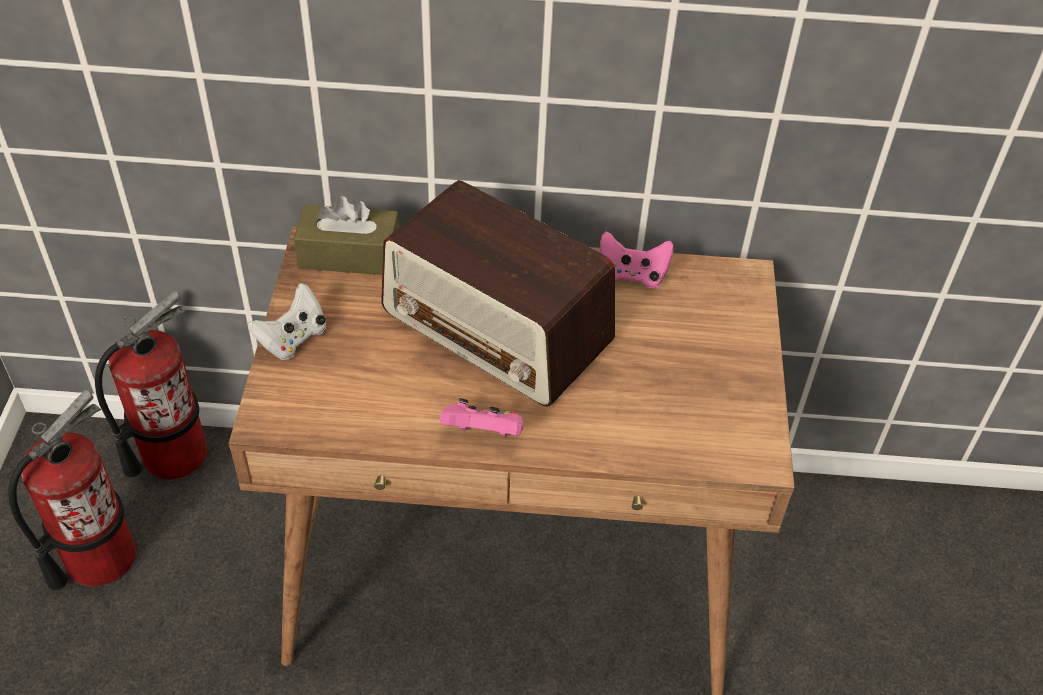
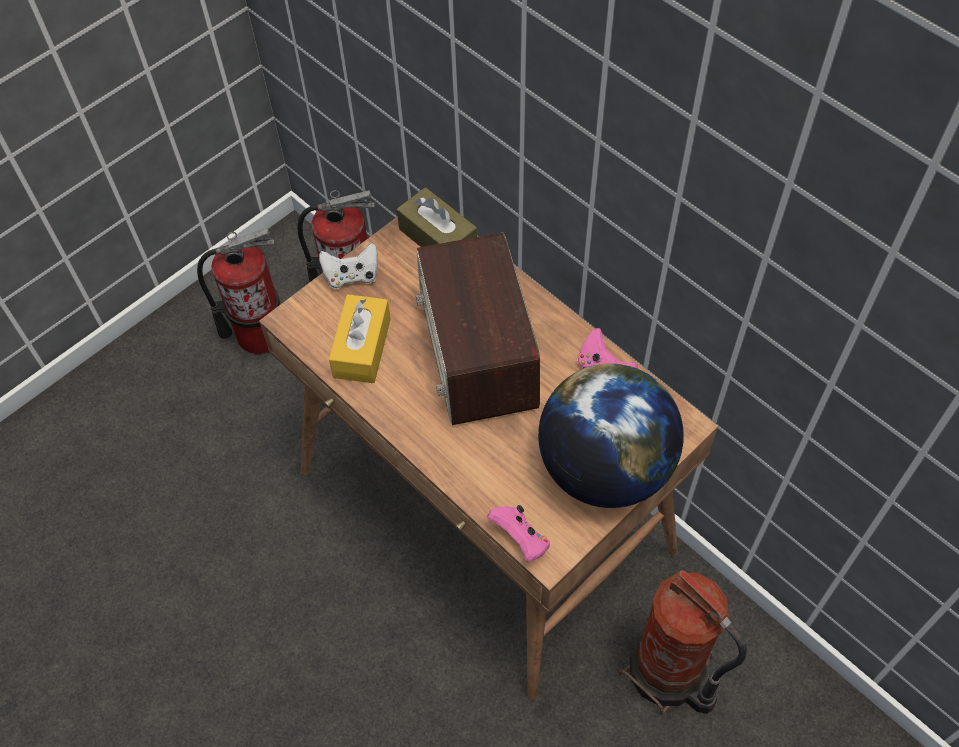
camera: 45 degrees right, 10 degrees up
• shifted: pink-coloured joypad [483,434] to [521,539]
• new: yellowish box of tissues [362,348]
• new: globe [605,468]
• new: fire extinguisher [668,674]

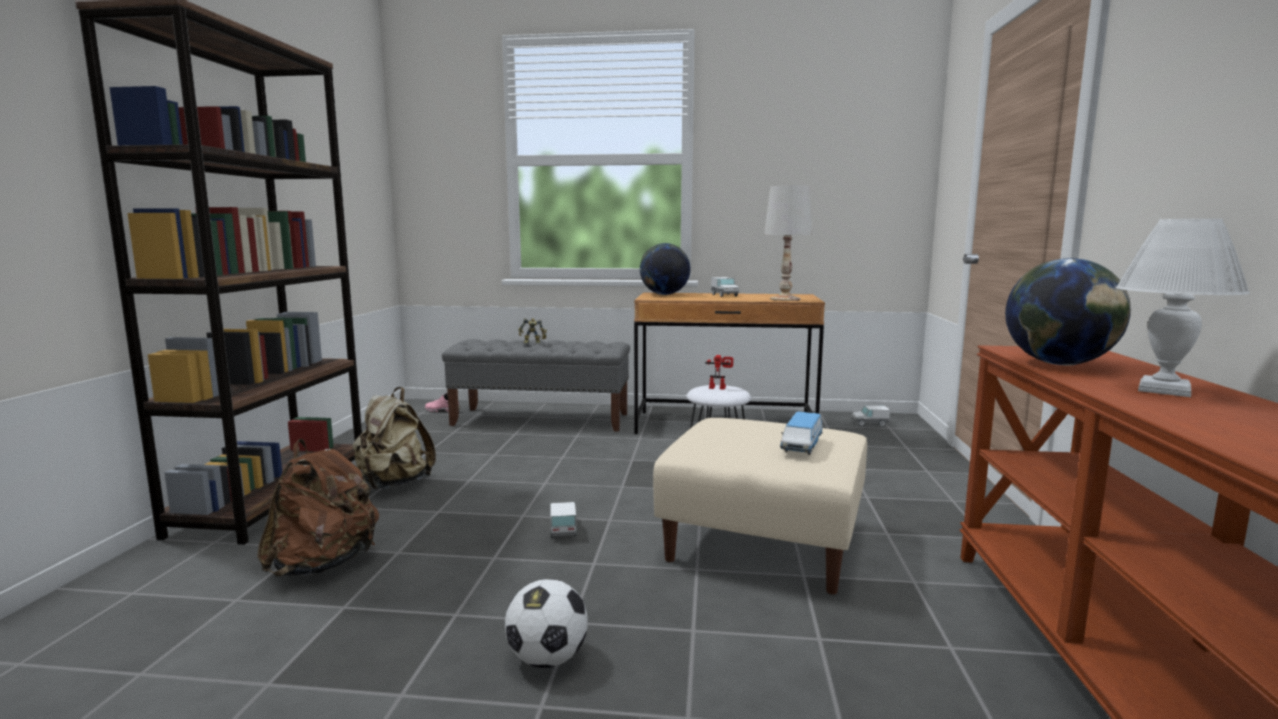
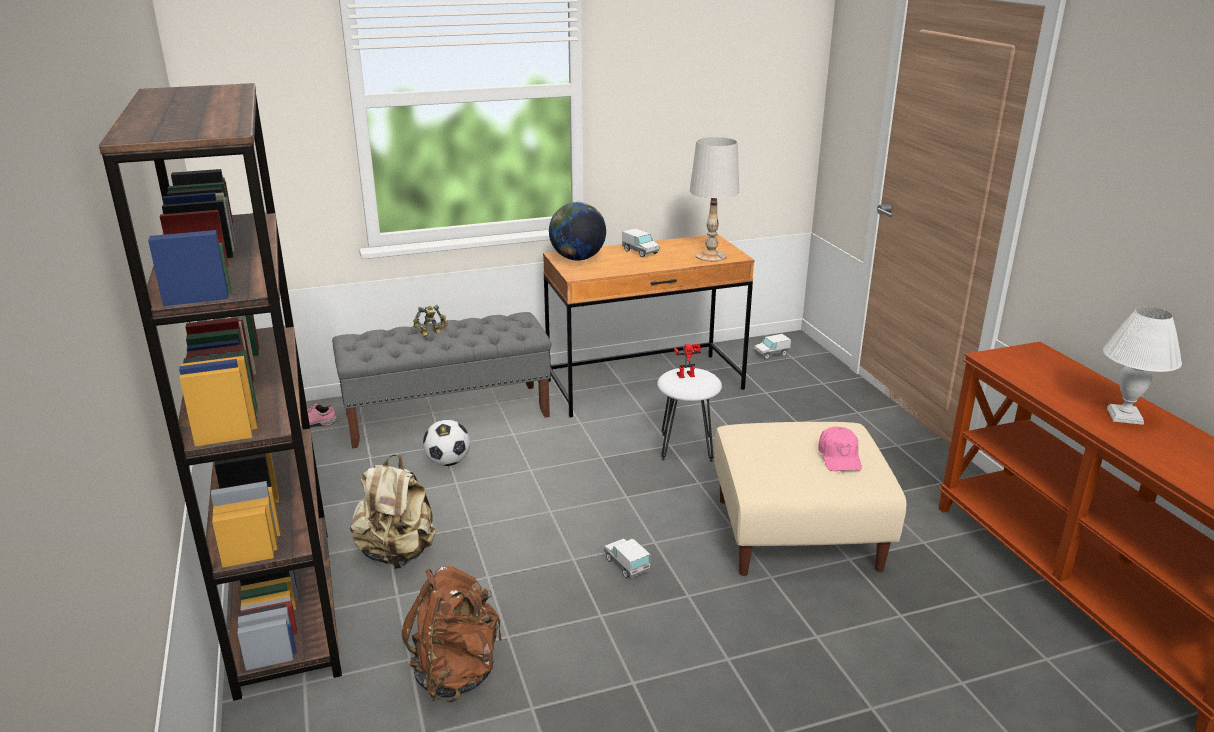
camera: 25 degrees left, 15 degrees up
• gone: globe [1059,364]
• swapped: miniature car [801,447] to pink-coloured cap [839,457]
• shifted: football ball [547,659] to [448,462]

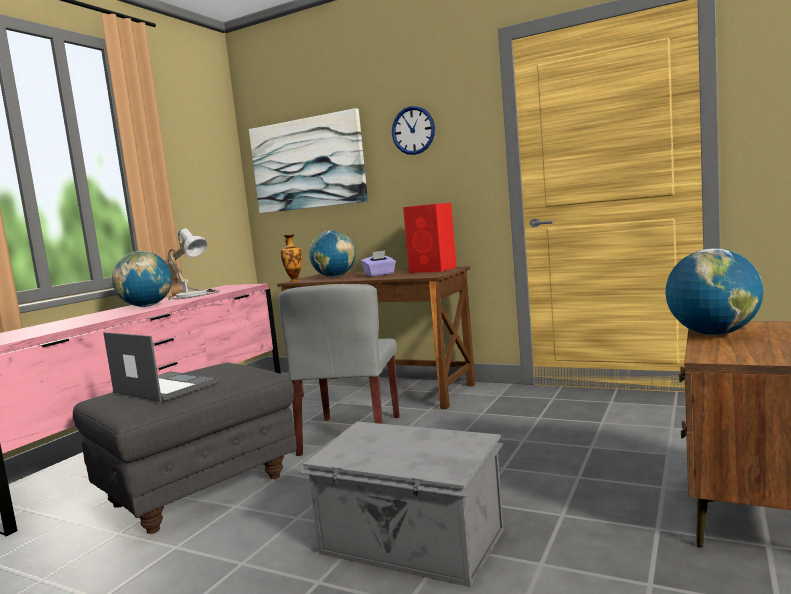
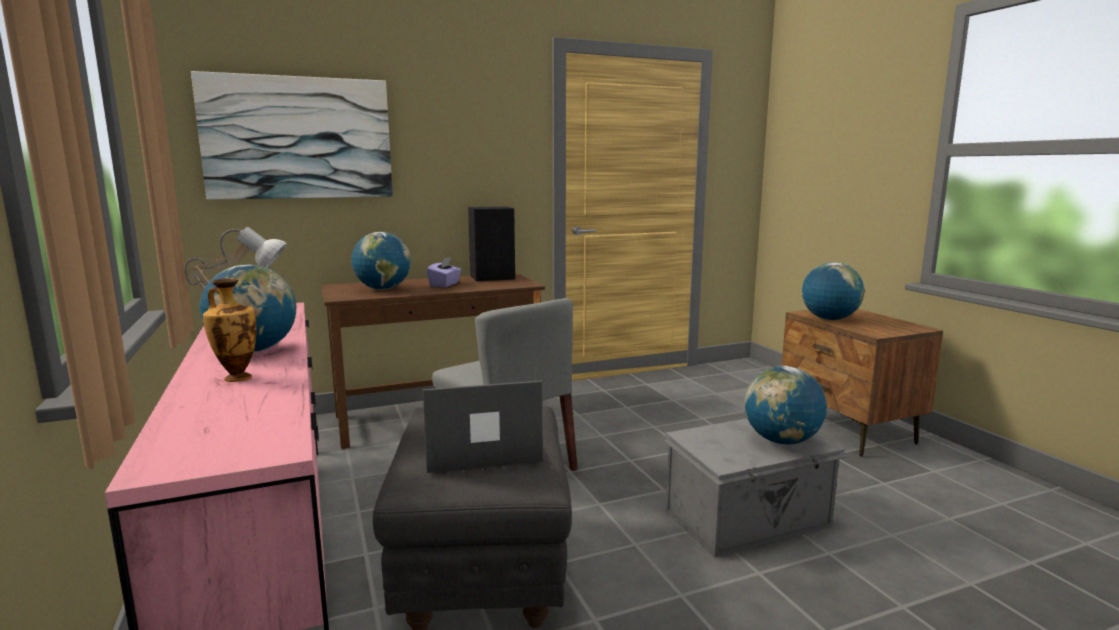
camera: 50 degrees left, 5 degrees up
• gone: hanging clock [413,130]
• repainted: red speaker [434,270] to blackish speaker [493,277]
• shifted: flower vase [294,281] to [237,377]
• new: globe [781,441]

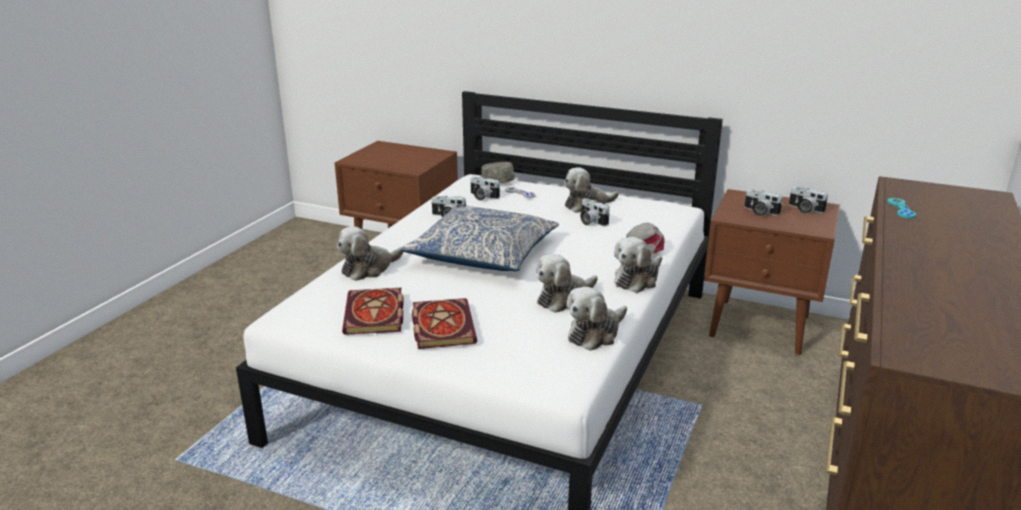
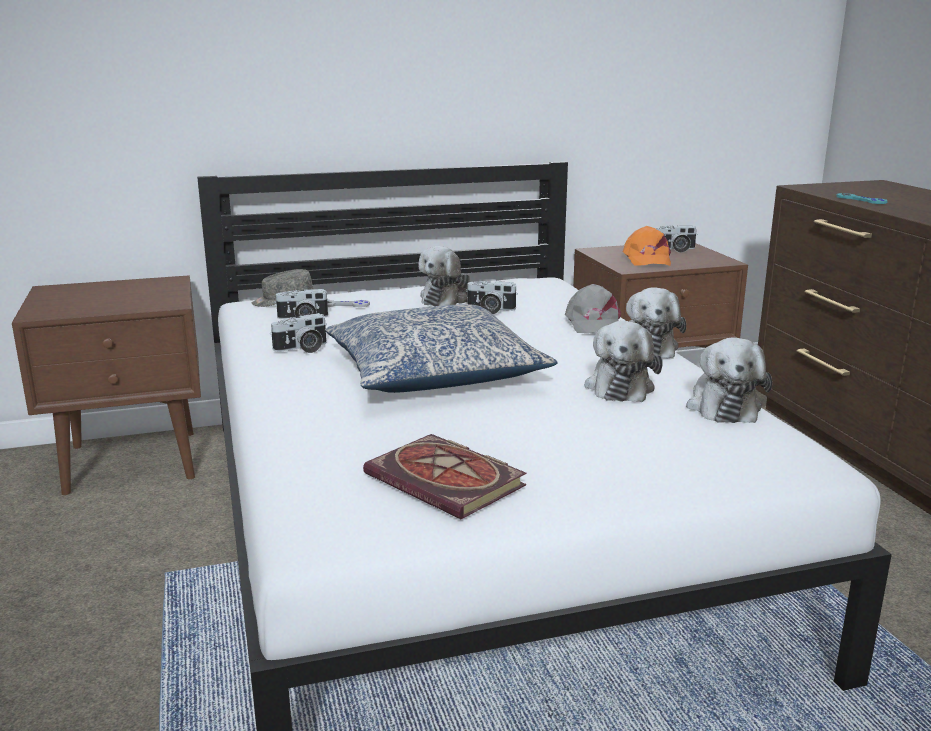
camera: 40 degrees left, 5 degrees down
• swapped: still camera [760,212] to orange cap [646,259]
• gone: plush toy [369,268]
• gone: volume [441,325]

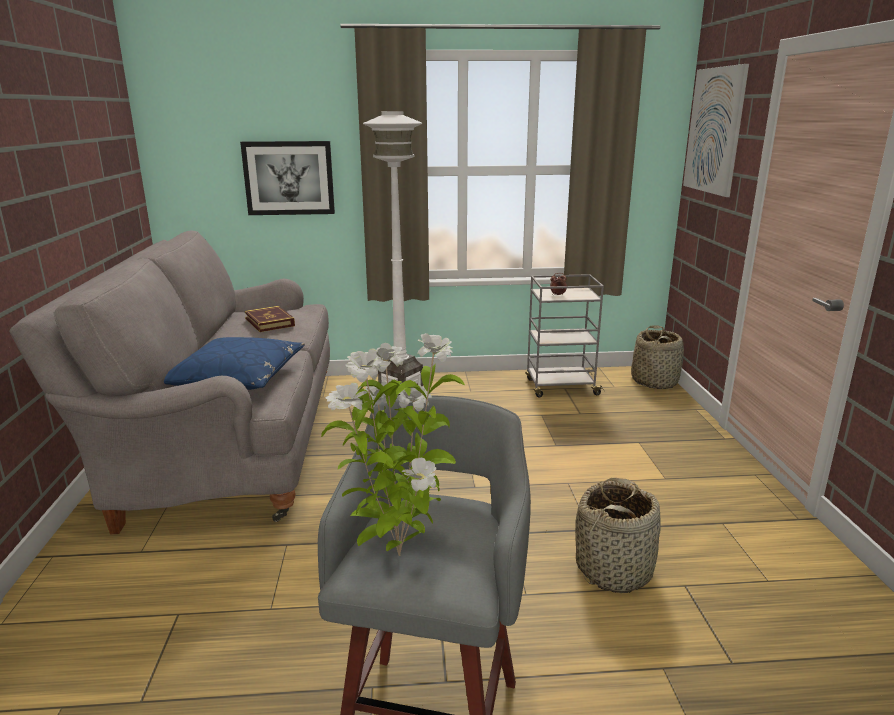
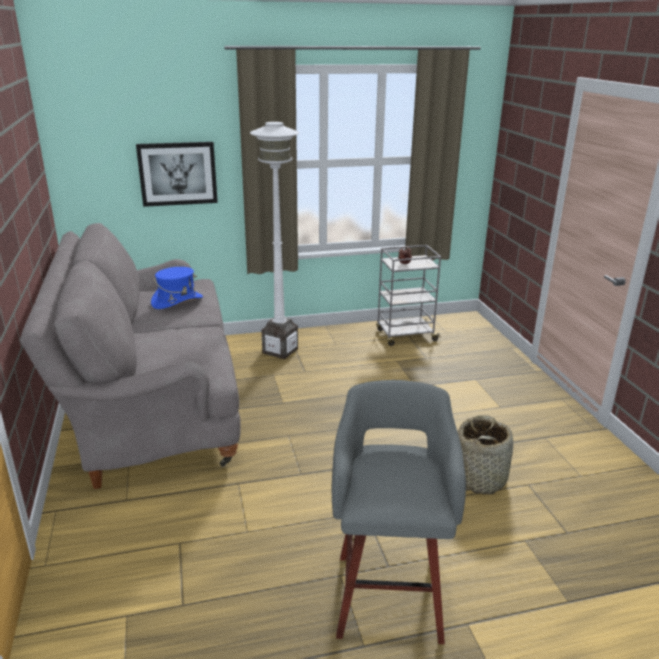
camera: 10 degrees left, 5 degrees up
• gone: wall picture [714,131]
• swapped: volume [269,322] to bluish hat [177,301]
• gone: storage basket [654,381]
• gone: potted plant [398,553]
• gone: bluish throw pillow [237,377]

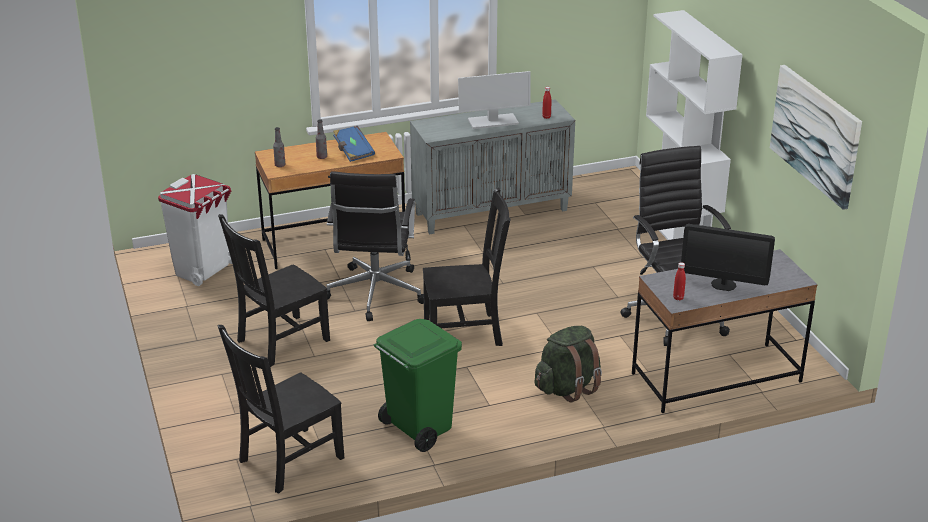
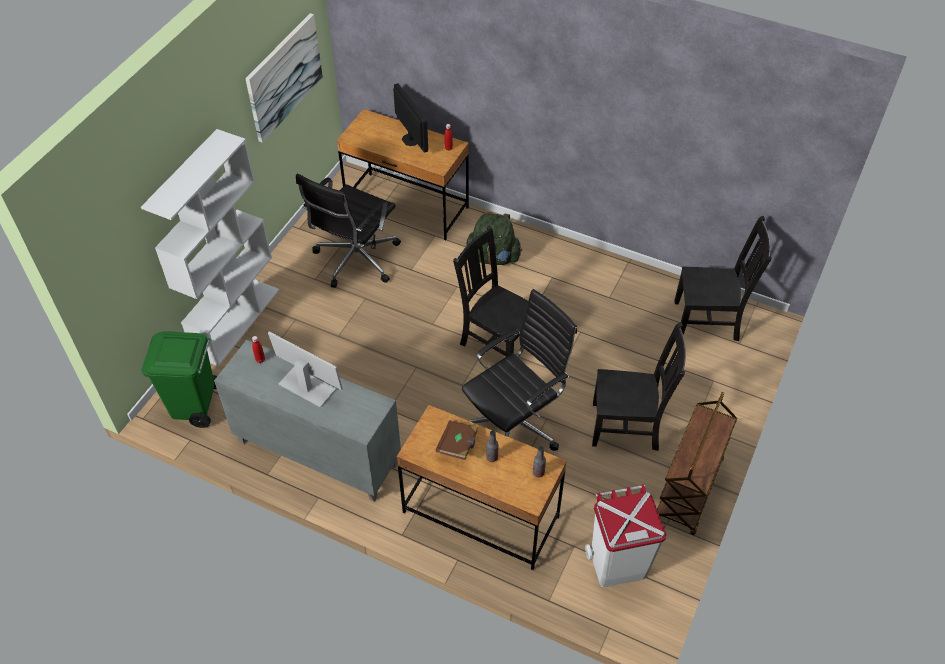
camera: 135 degrees left, 20 degrees up
• repainted: bluish volume [353,151] to brown volume [458,445]
• repainted: grey desk table [716,378] to brown desk table [407,206]
• shifted: green rubbish bin [418,429] to [195,406]
• new: brown trolley [689,490]

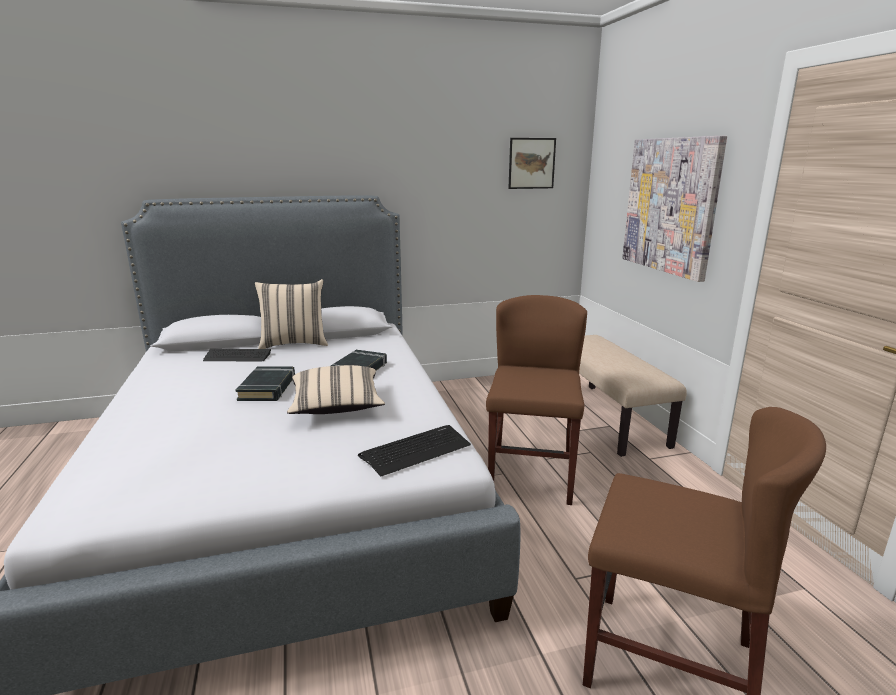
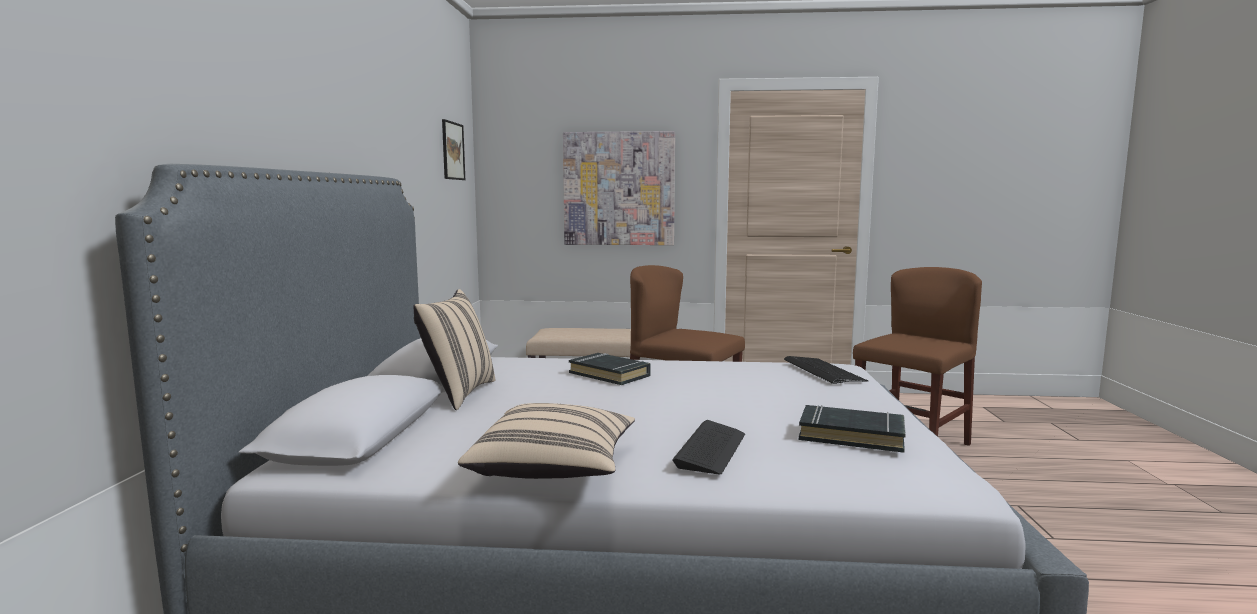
camera: 70 degrees left, 10 degrees down
• shifted: PC keyboard [237,357] to [711,449]
• shifted: sand-coloured throw pillow [336,407] to [554,469]
• shifted: blackish volume [268,388] to [851,435]

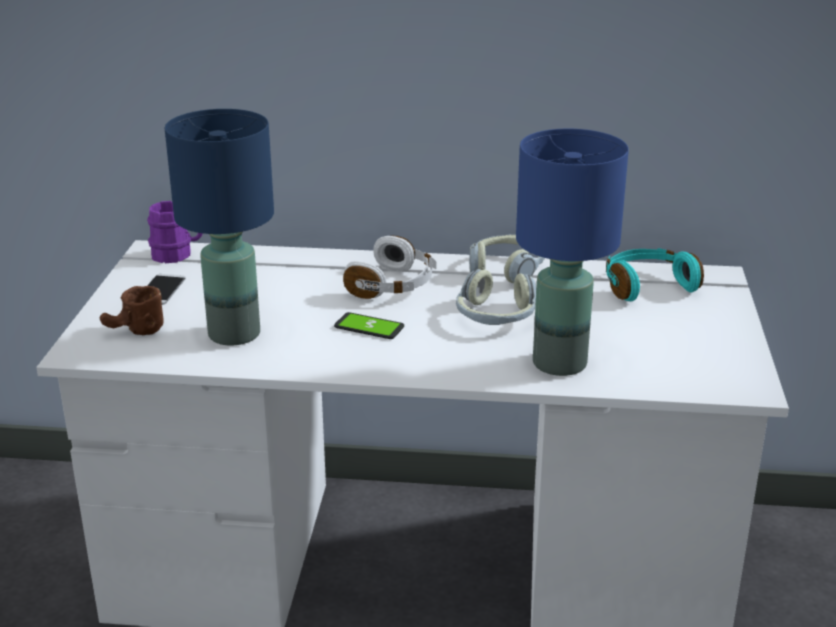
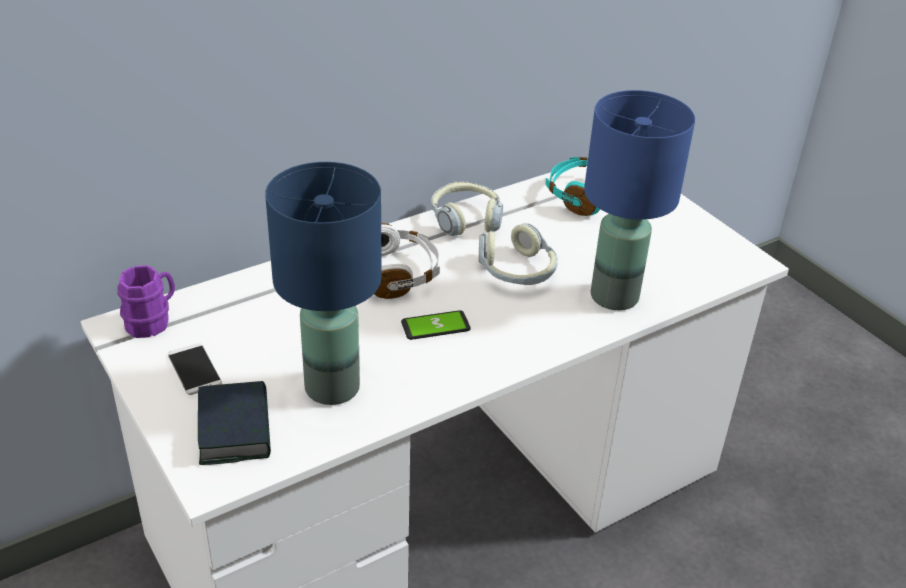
camera: 40 degrees left, 10 degrees up
• swapped: brown coffee mug [134,332] to volume [235,430]

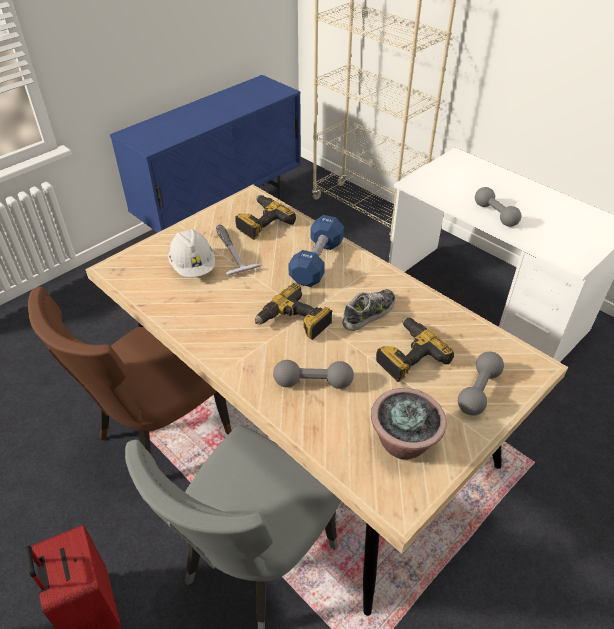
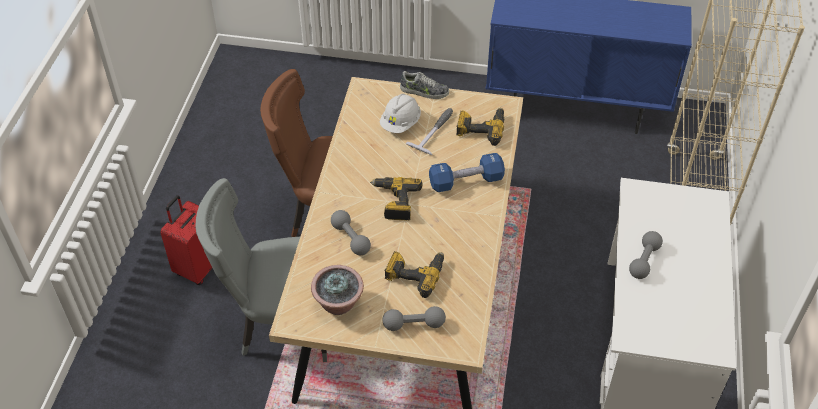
camera: 55 degrees right, 5 degrees up
• shifted: low shoe [369,314] to [424,91]

